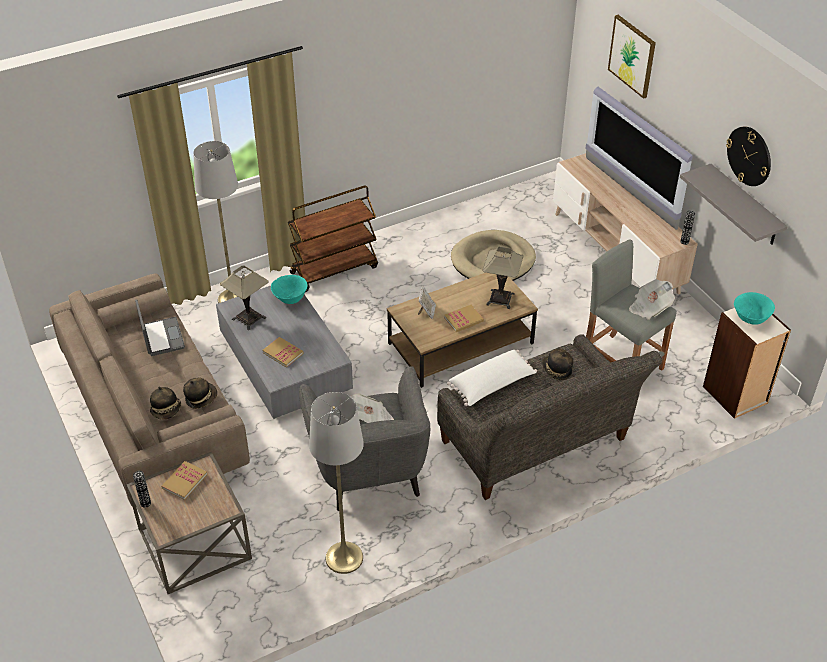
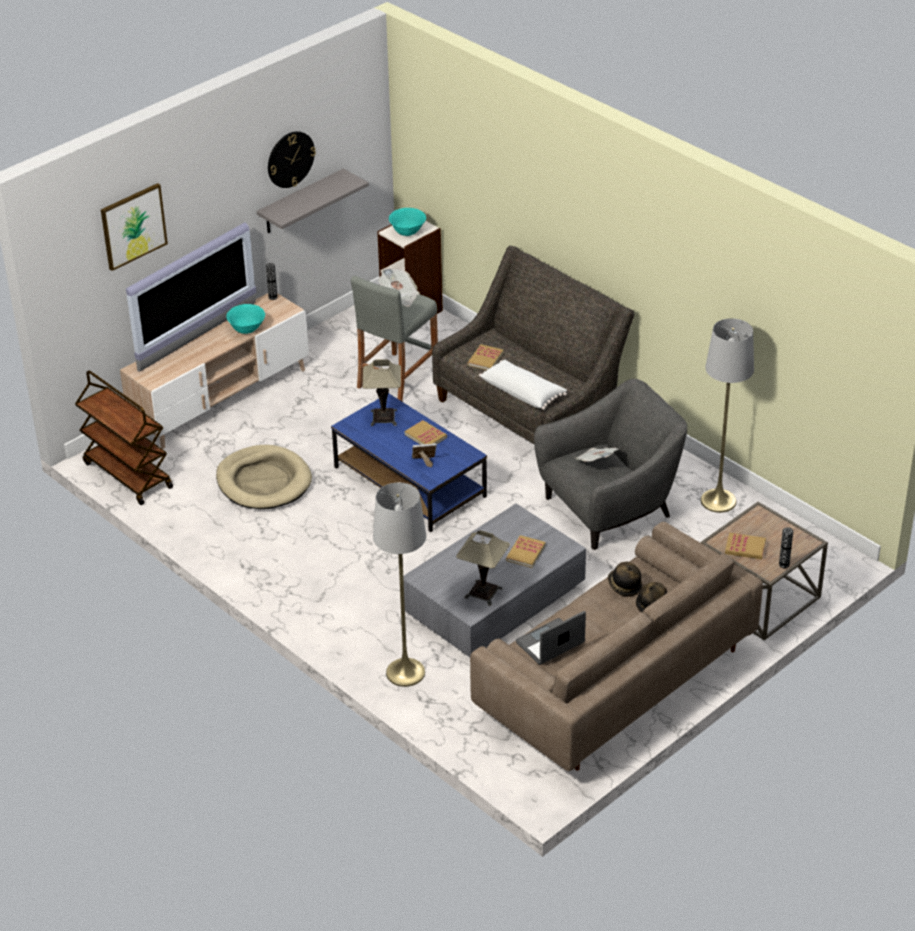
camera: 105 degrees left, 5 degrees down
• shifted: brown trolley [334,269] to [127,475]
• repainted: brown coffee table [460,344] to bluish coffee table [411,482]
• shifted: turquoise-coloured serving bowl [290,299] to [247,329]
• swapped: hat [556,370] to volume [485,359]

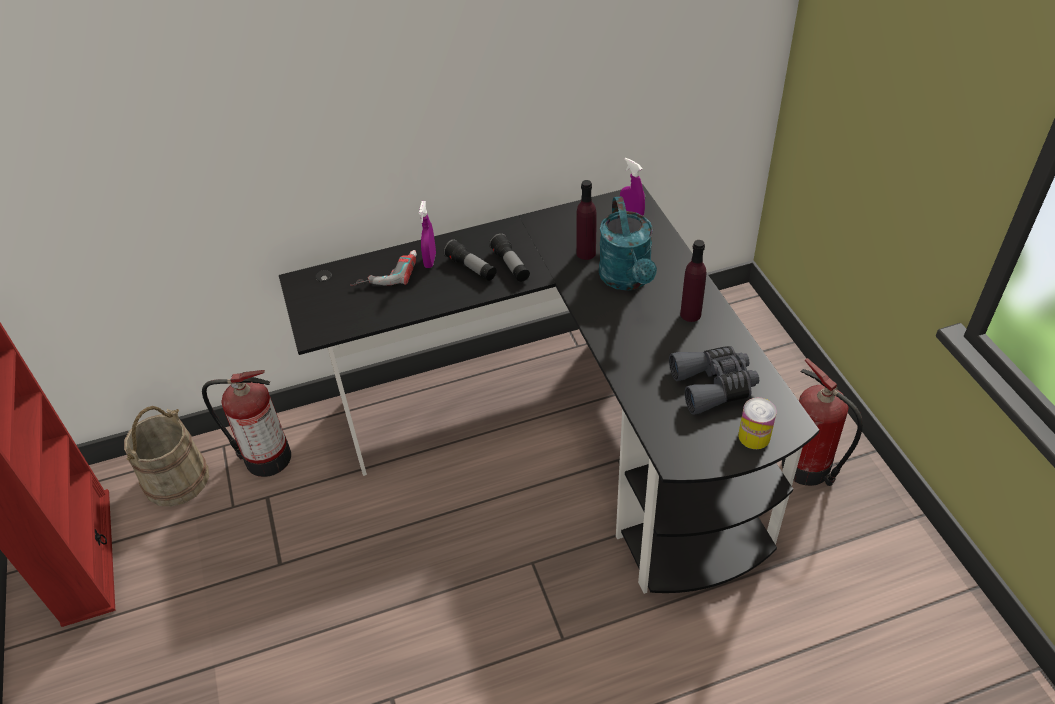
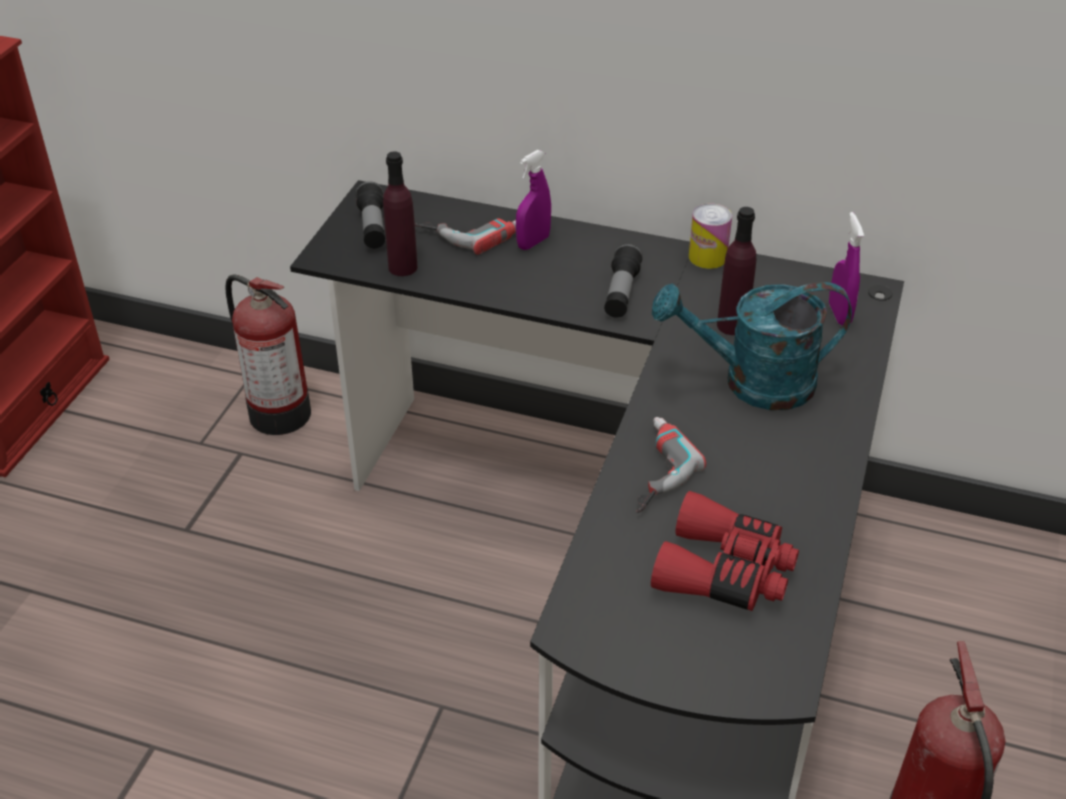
camera: 35 degrees right, 5 degrees down
• rotated: turquoise-coloured sprinkling can [627,279] = [752,383] 60 degrees clockwise
• shifted: torch [471,268] to [372,227]
• shifted: purple-coloured beverage bottle [690,314] to [403,267]
• repainted: grey field glasses [714,385] to red field glasses [725,571]
• shifted: sealed can [754,436] to [707,257]
• gone: sand-coloured water bucket [176,479]
• new: drill [649,469]

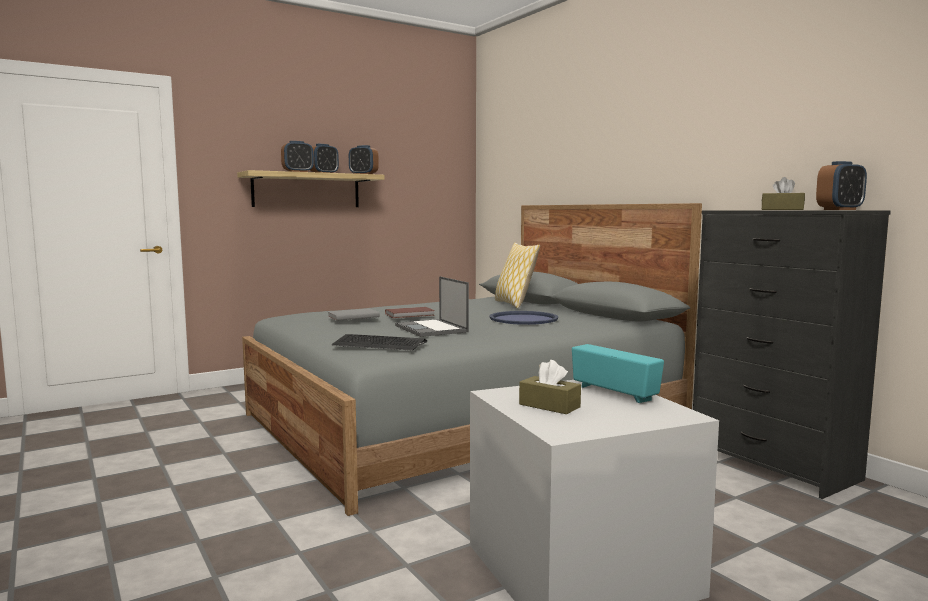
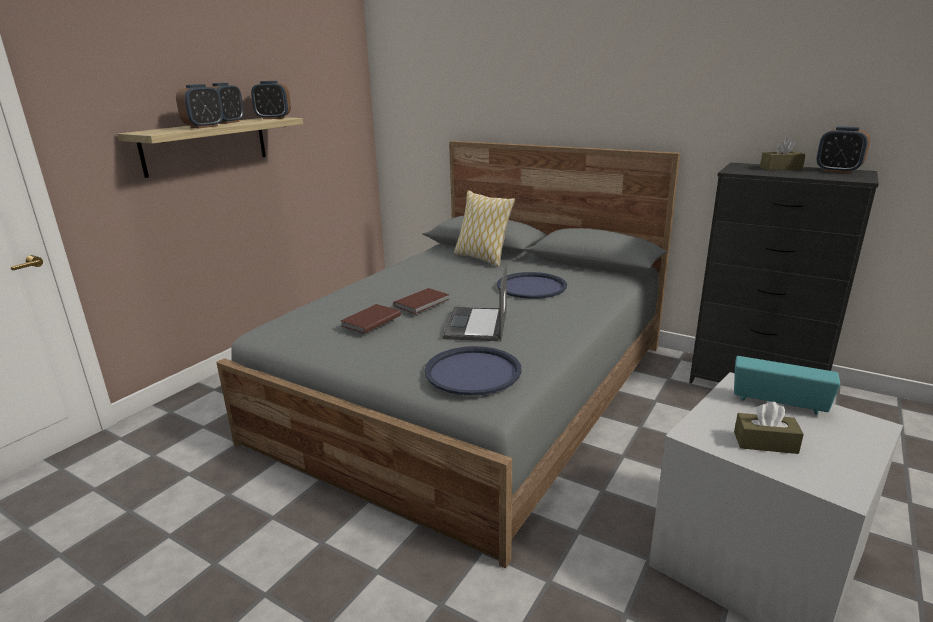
camera: 25 degrees left, 15 degrees up
• rotated: alarm clock [839,209] = [838,171] 90 degrees clockwise
• rotated: laptop [432,329] = [476,325] 60 degrees clockwise
• repainted: grey volume [352,316] to brown volume [369,321]
• swapped: PC keyboard [379,344] to bluish tray [472,371]

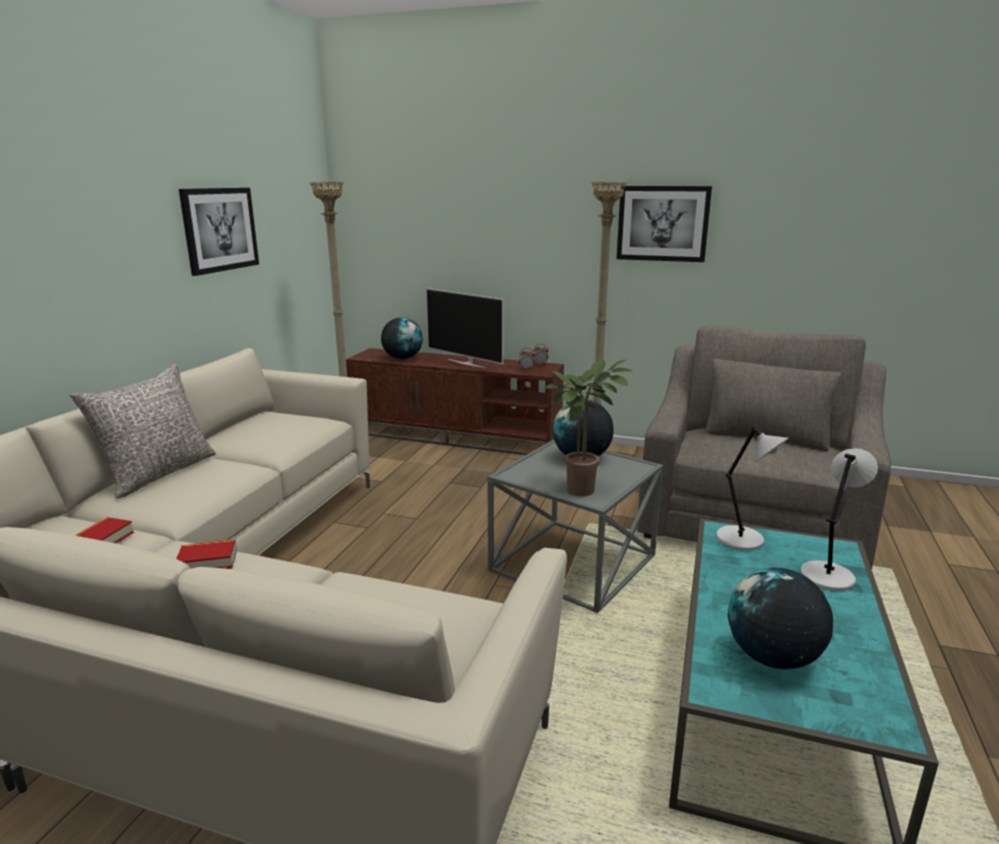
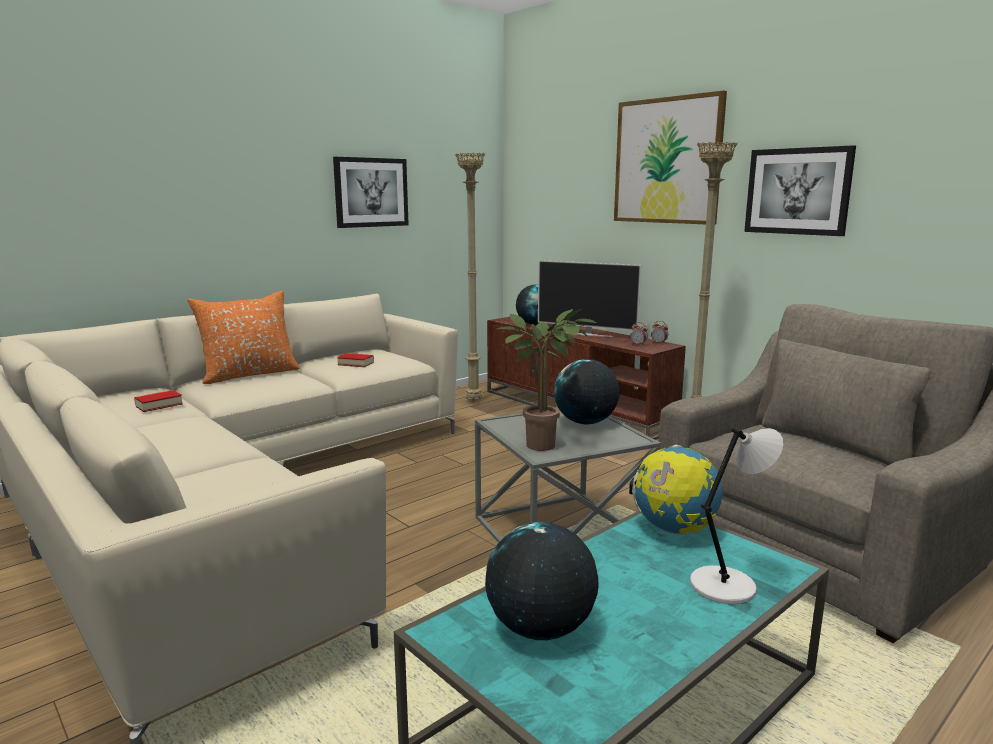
camera: 30 degrees right, 5 degrees down
• rotated: TV set [467,363] = [587,334] 45 degrees counterclockwise
• repainted: grey throw pillow [158,473] to orange throw pillow [249,374]
• swapped: grey table lamp [742,540] to globe [673,530]
• shifted: volume [208,562] to [356,363]
• new: wall picture [667,161]

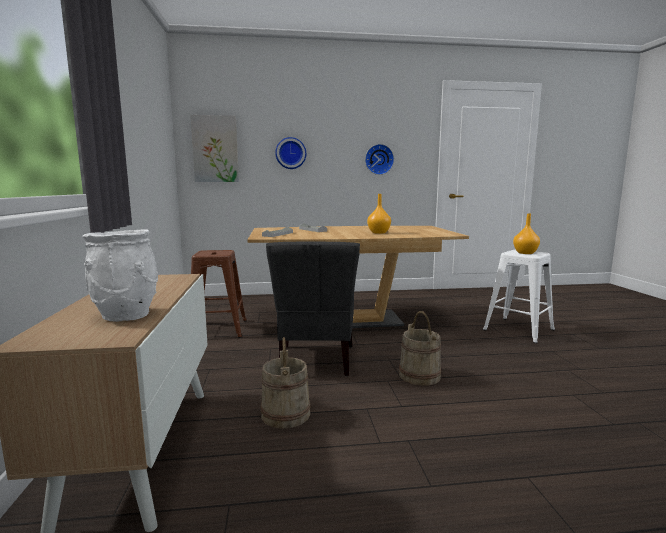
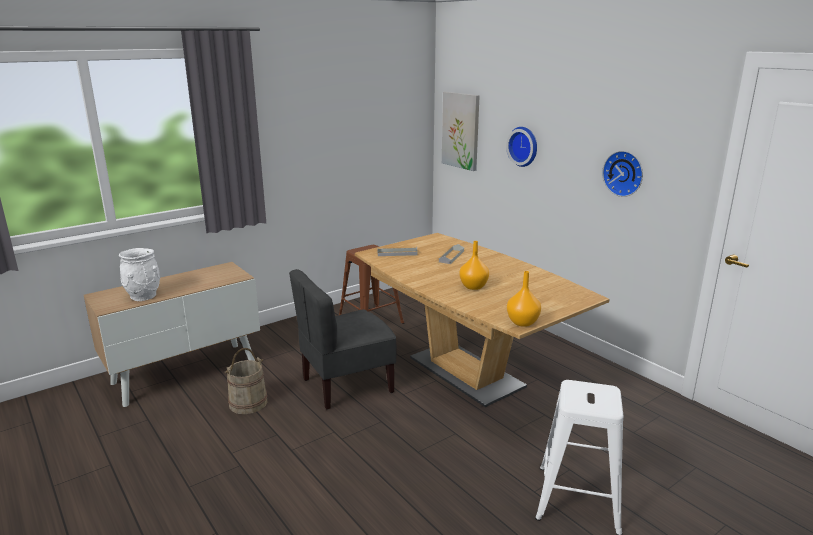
camera: 60 degrees right, 10 degrees up
• shifted: orange flower vase [525,253] to [523,322]
• gone: sand-coloured water bucket [419,375]

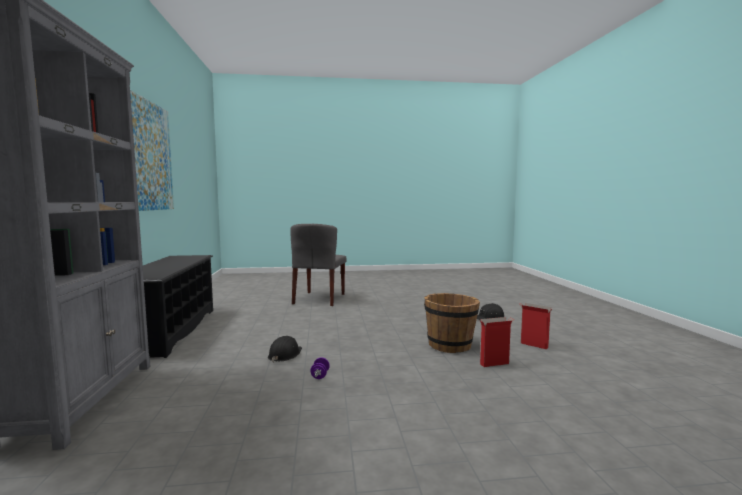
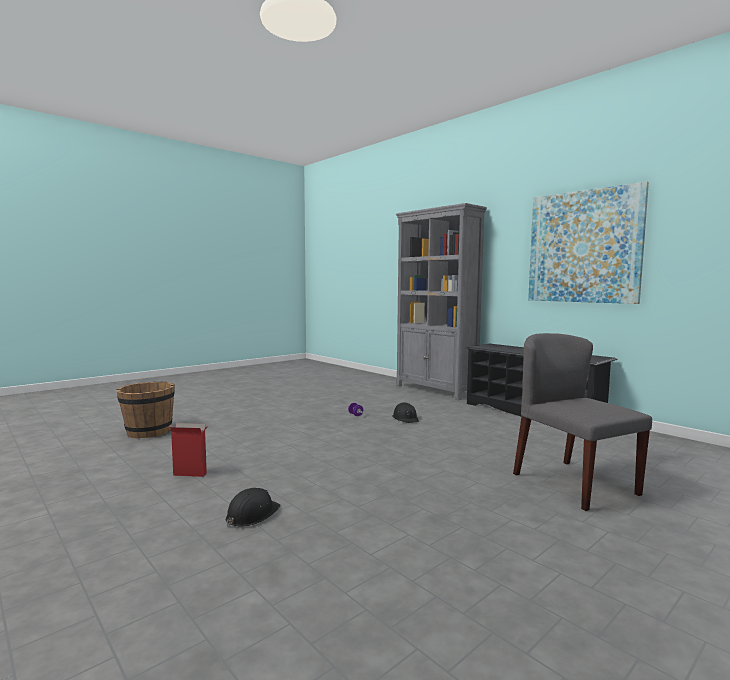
camera: 145 degrees right, 0 degrees up
• shifted: brown water bucket [450,345] to [148,432]
• gone: cardboard box [495,364]

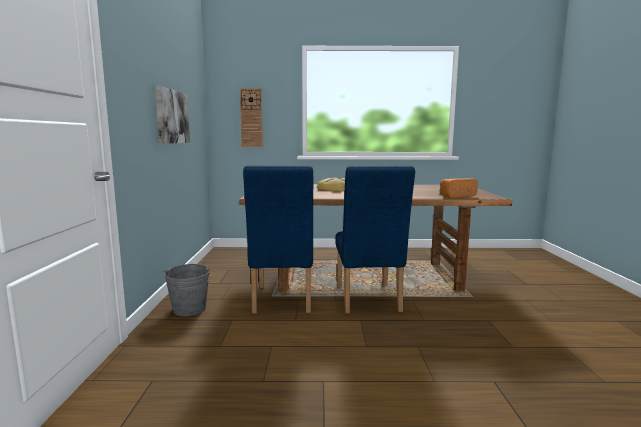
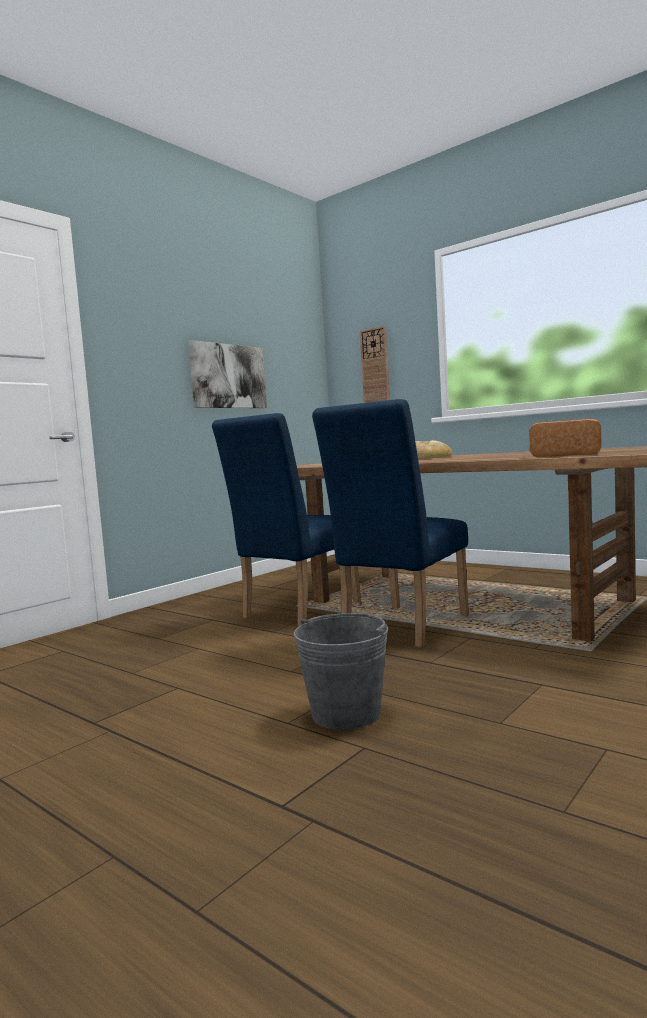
camera: 40 degrees right, 5 degrees down
• shifted: grey water bucket [189,309] to [346,714]

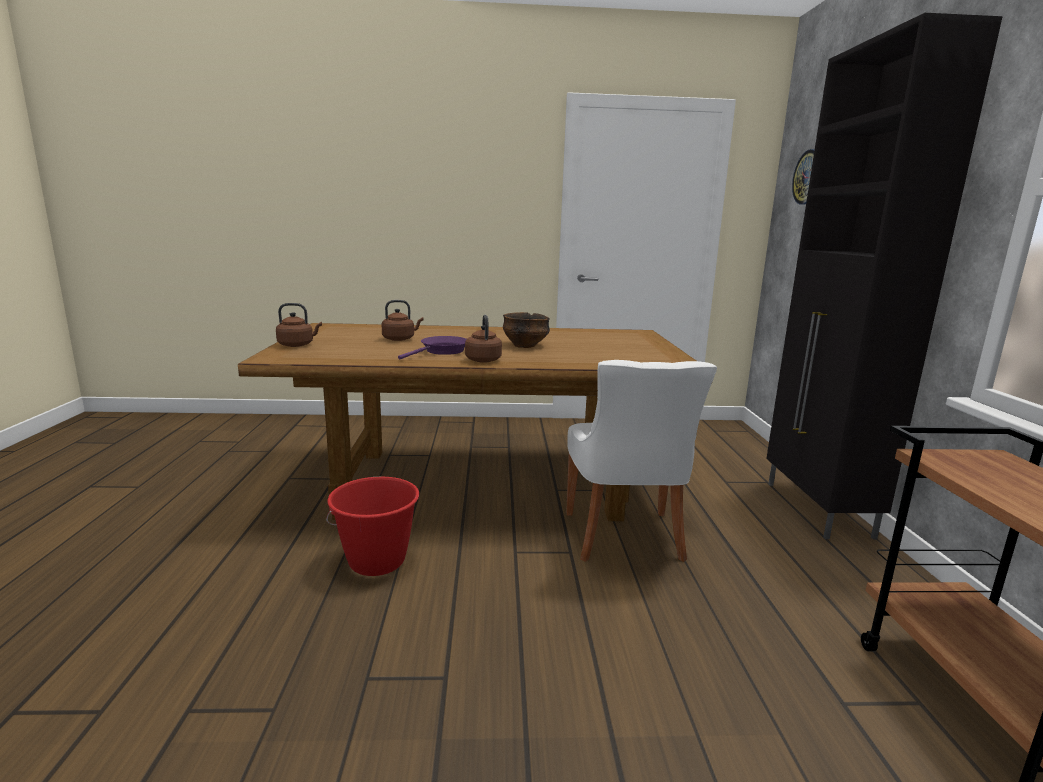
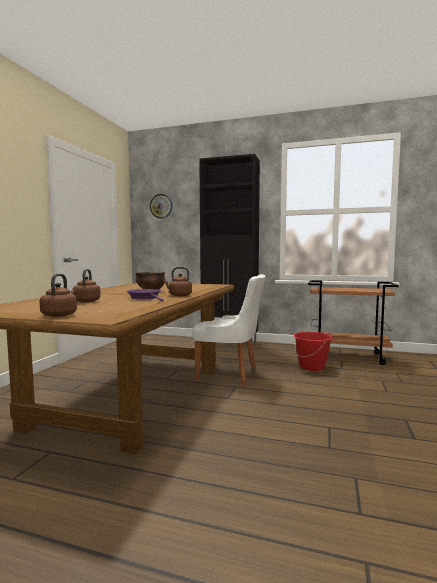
camera: 70 degrees left, 10 degrees down
• shifted: red water bucket [377,561] to [312,367]

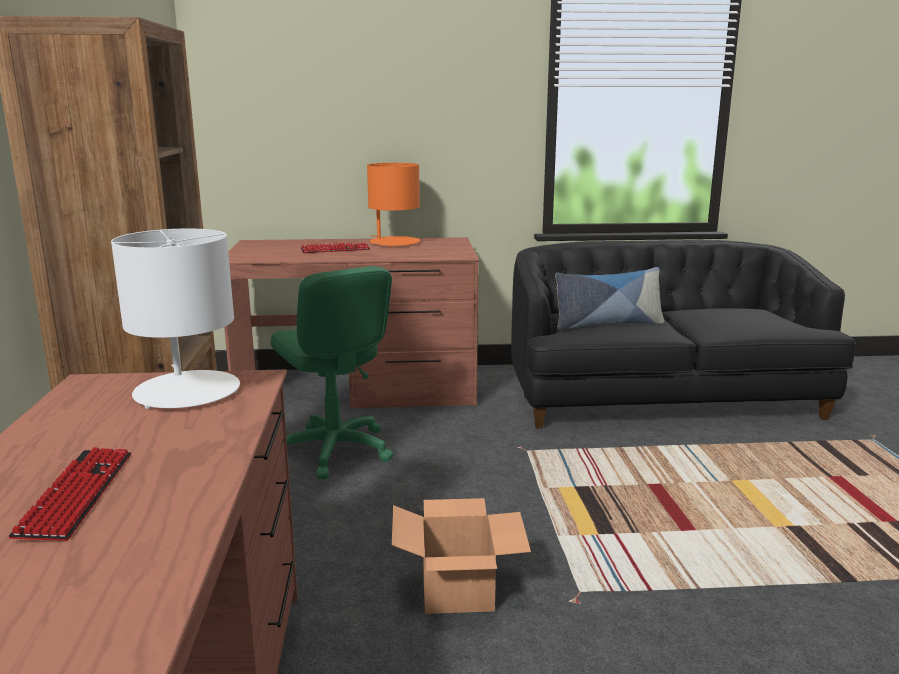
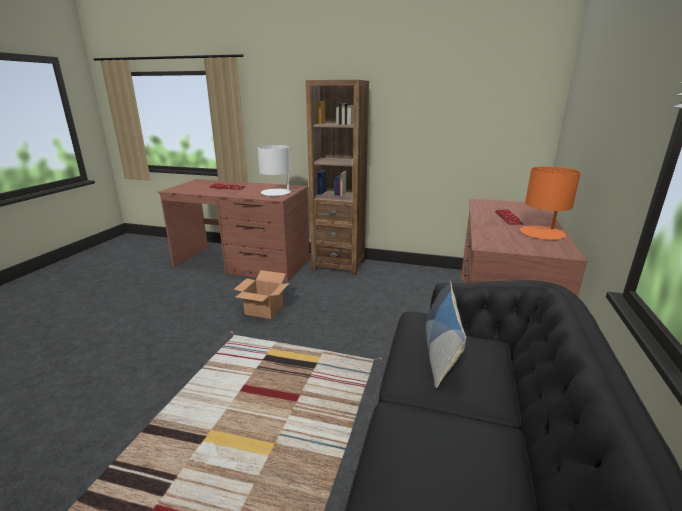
camera: 110 degrees right, 5 degrees up
• gone: green desk chair [334,451]

